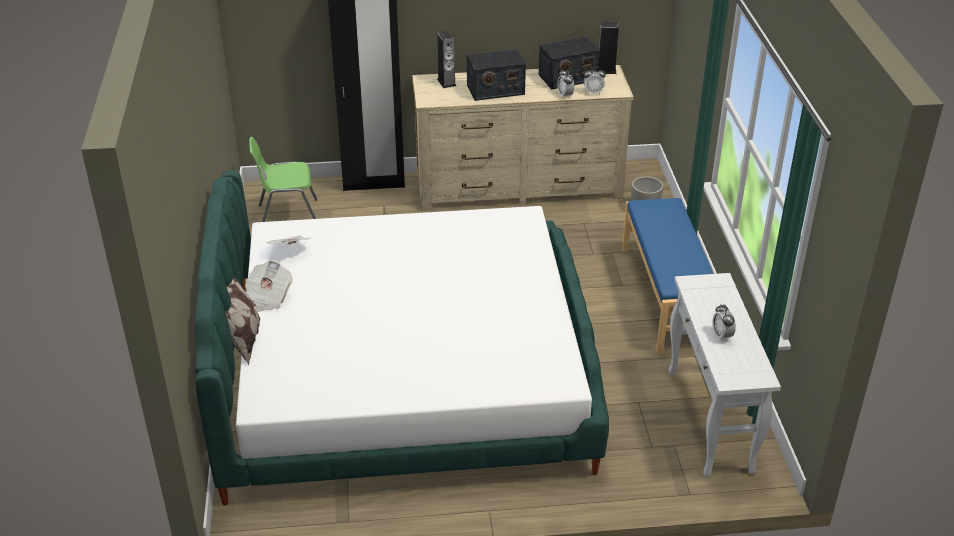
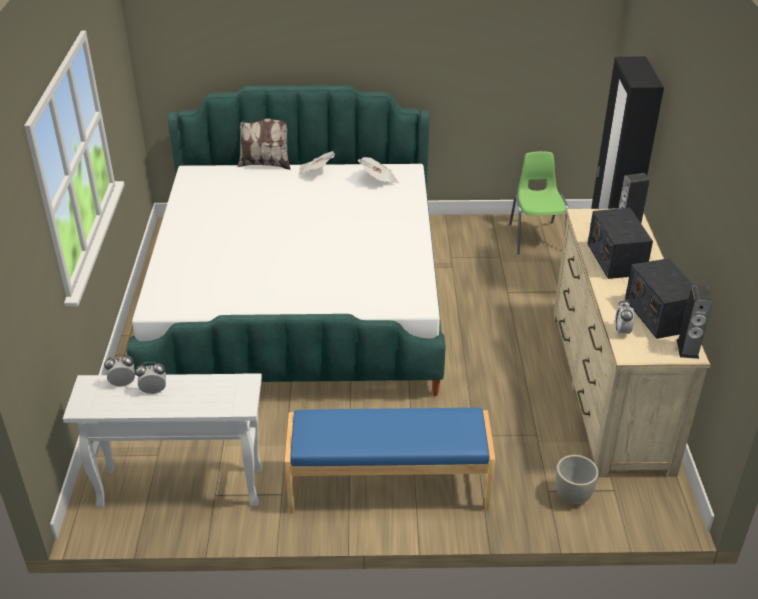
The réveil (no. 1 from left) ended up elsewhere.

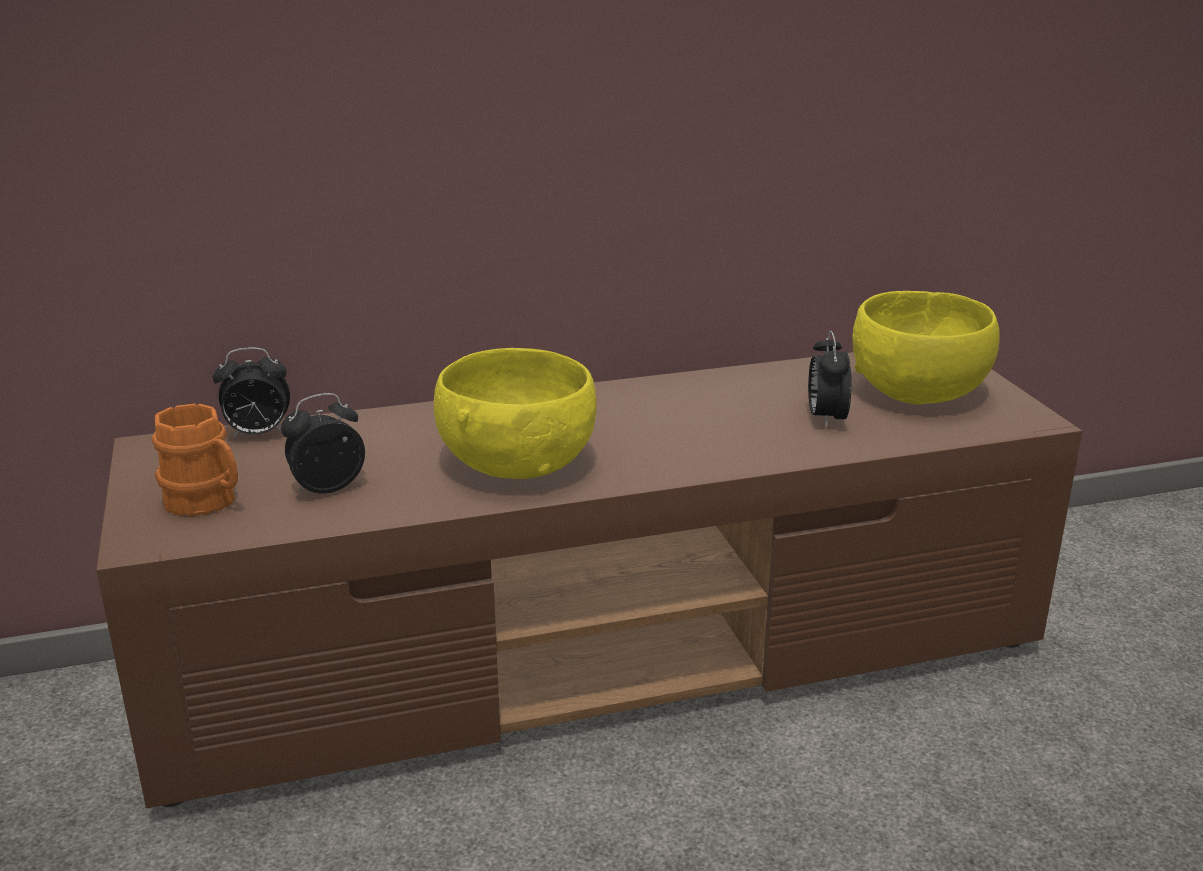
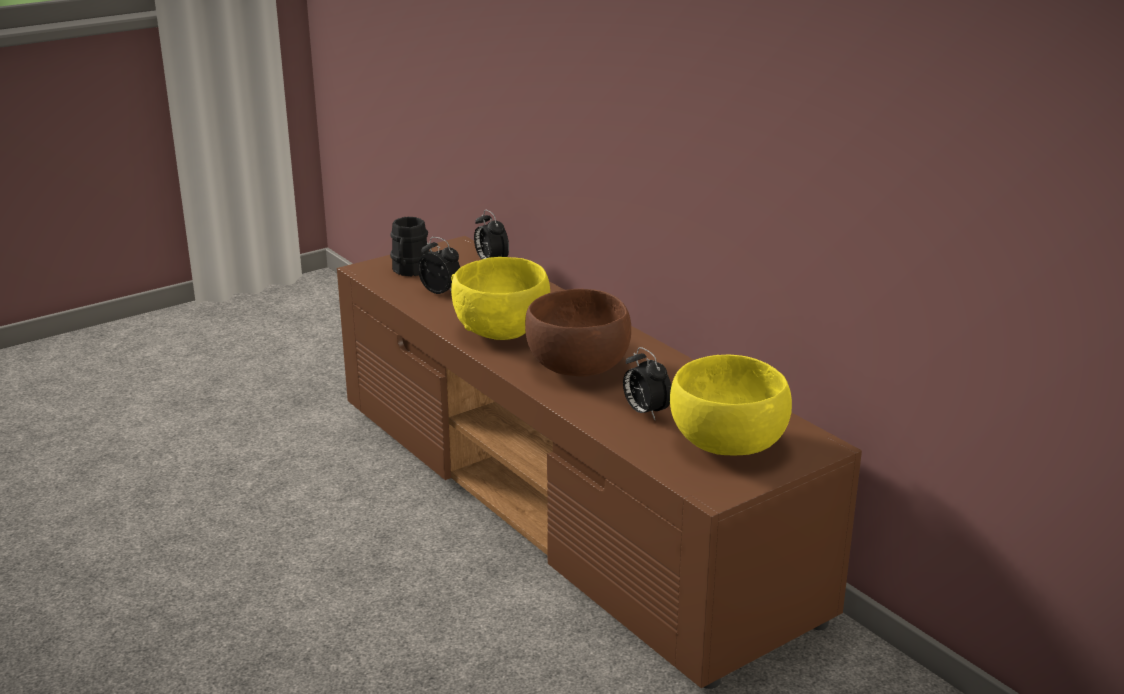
The réveil (no. 3 from left) ended up facing another way, 105 degrees counterclockwise from before.
What was the mug [orange] turned into the mug [noir].
The second view gained the bol [marron].

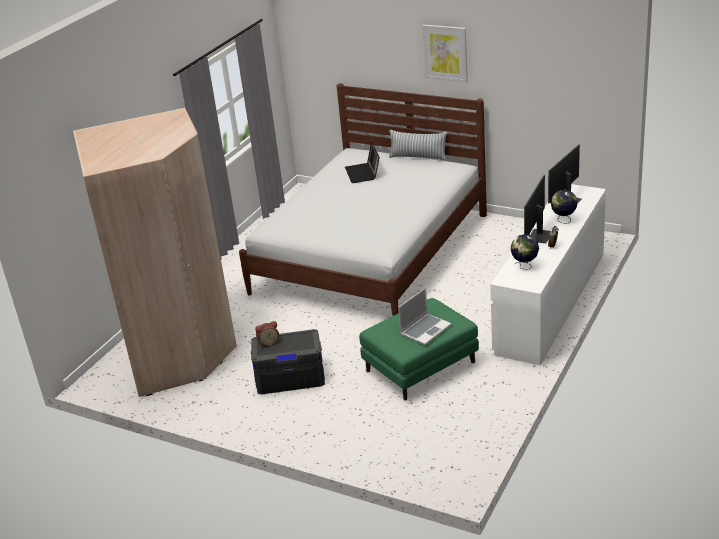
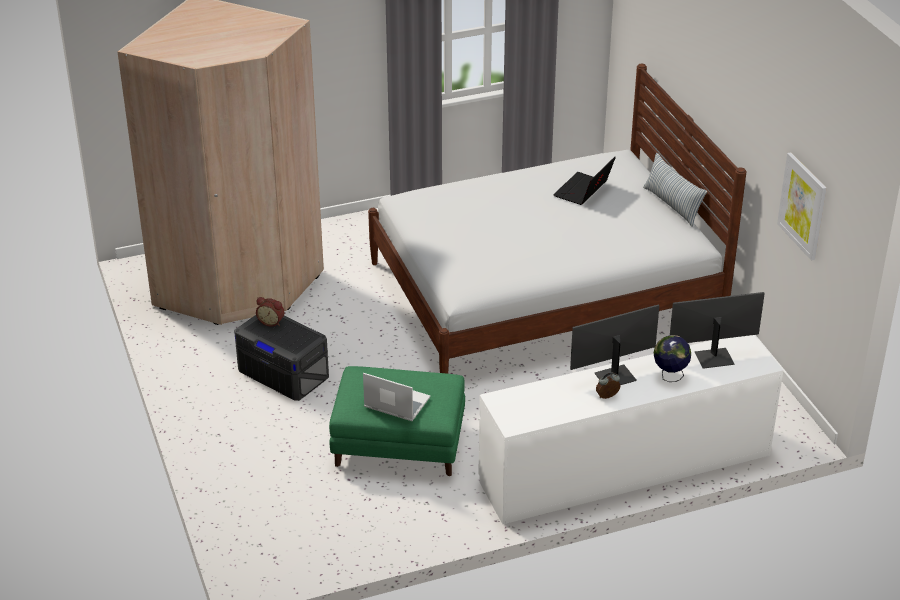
The tableau ended up elsewhere.
The second view lost the globe (no. 1 from left).
The ordinateur portable (no. 2 from left in the first image) ended up facing another way, 150 degrees counterclockwise from before.

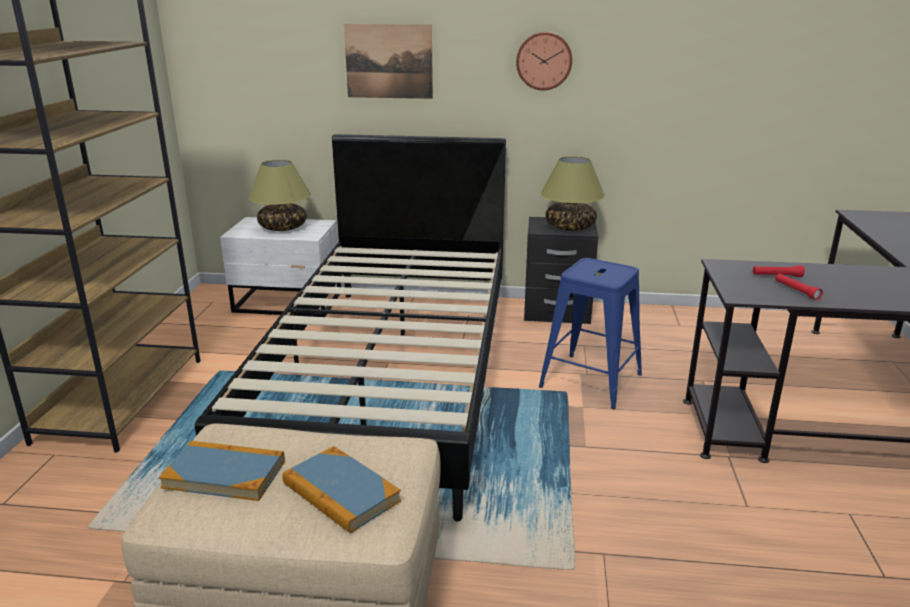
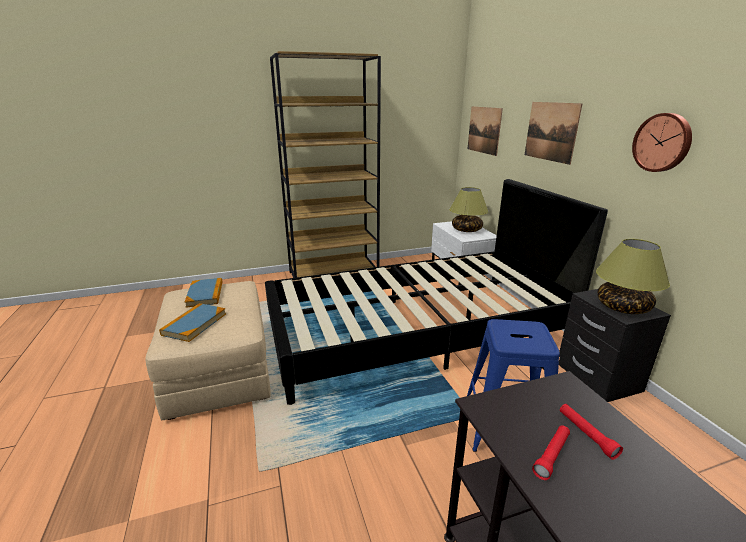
The second view gained the tableau (no. 1 from left).

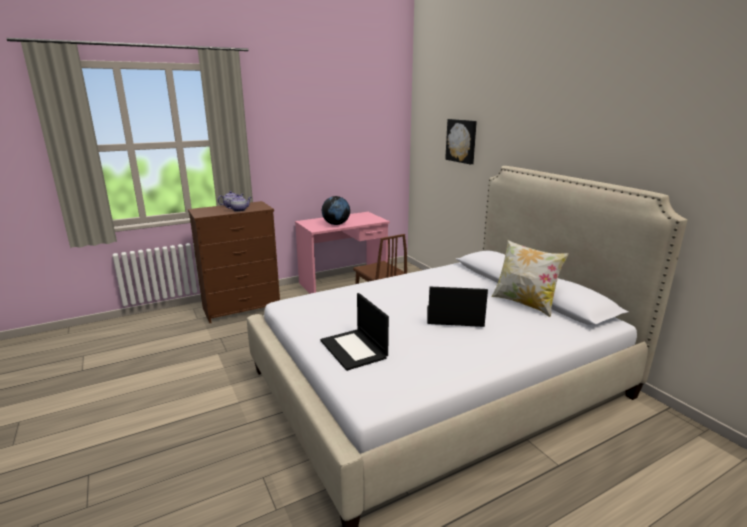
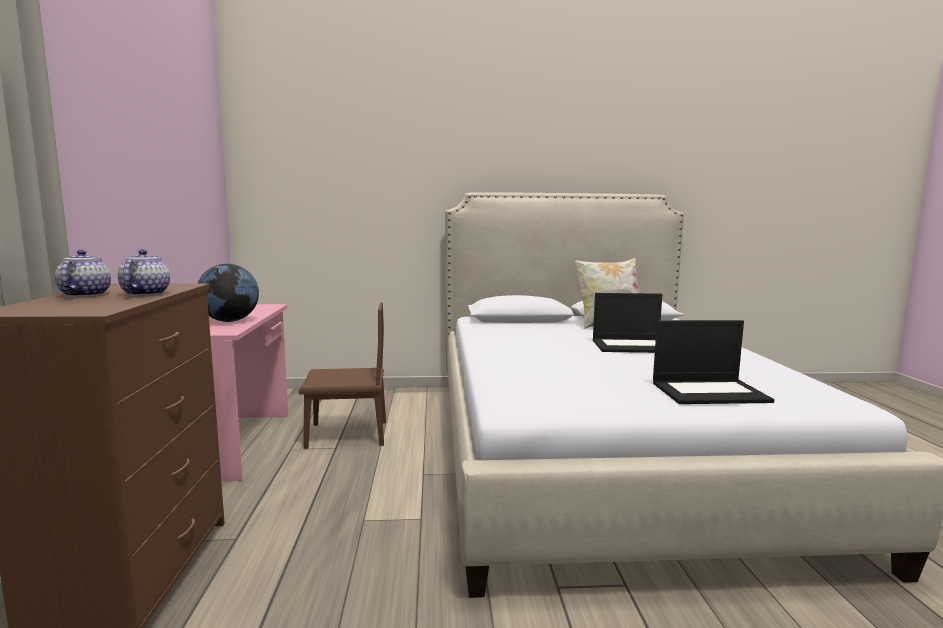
The second view lost the tableau.
The ordinateur portable (no. 2 from left in the first image) ended up facing another way, 120 degrees counterclockwise from before.

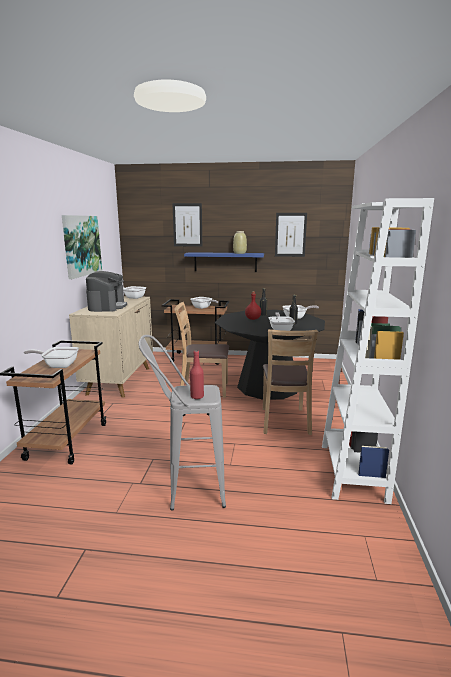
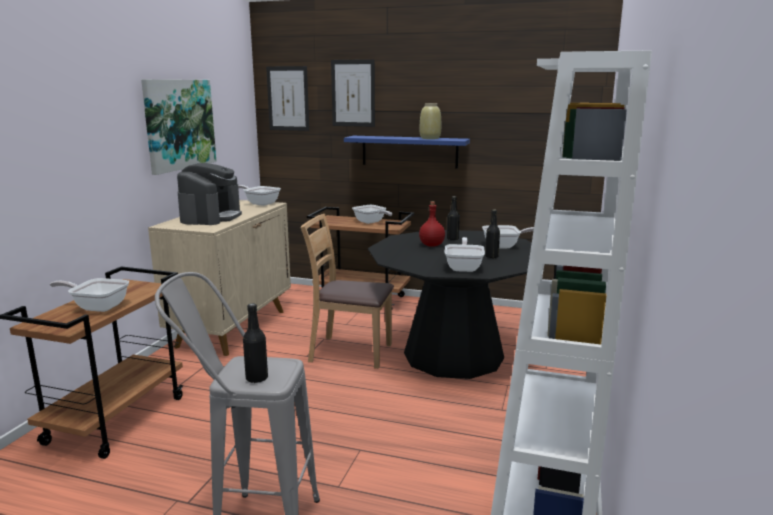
The tableau (no. 3 from left in the first image) ended up elsewhere.
The second view lost the chaise [marron] (no. 2 from left).
What was the bouteille [rouge] (no. 1 from left) turned into the bouteille [noir] (no. 1 from left).

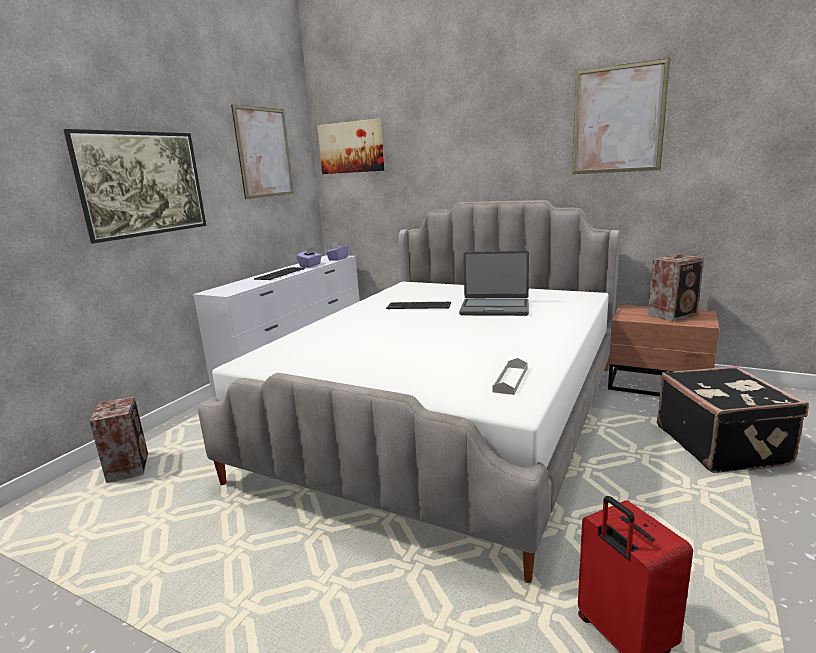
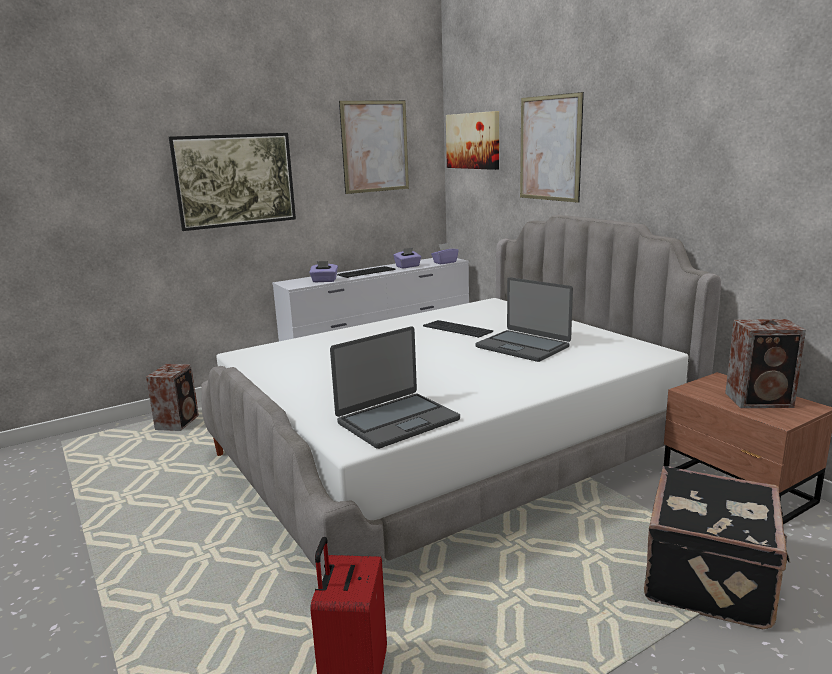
The tableau (no. 4 from left) ended up elsewhere.
Where the plateau [gris] stood, the ordinateur portable (no. 1 from left) came to stand.
The second view gained the boîte à mouchoirs [violet] (no. 1 from left).

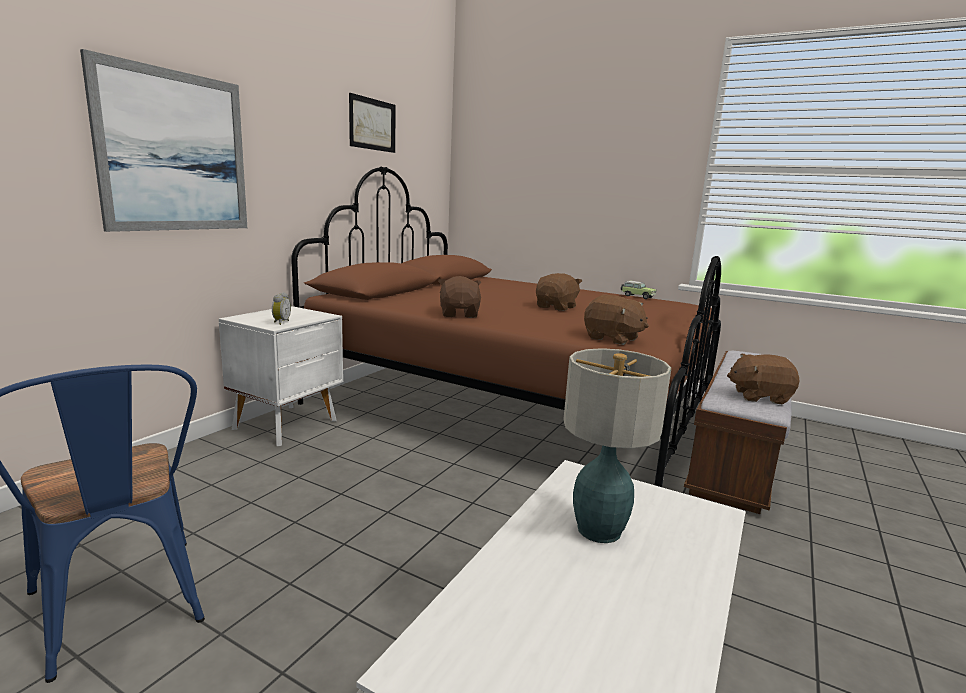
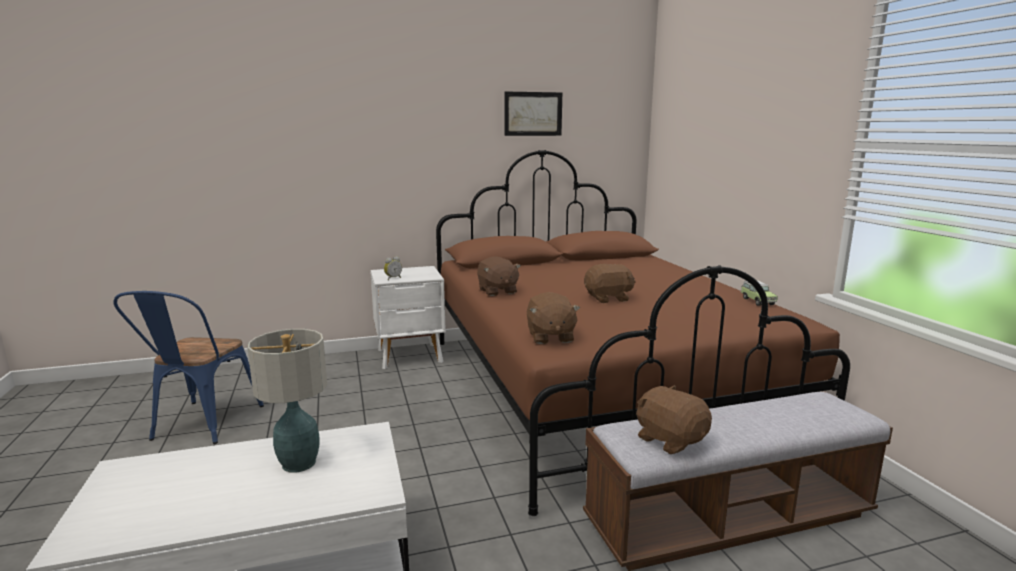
The second view lost the tableau (no. 1 from left).
The peluche [marron] (no. 1 from left) ended up facing another way, 120 degrees clockwise from before.

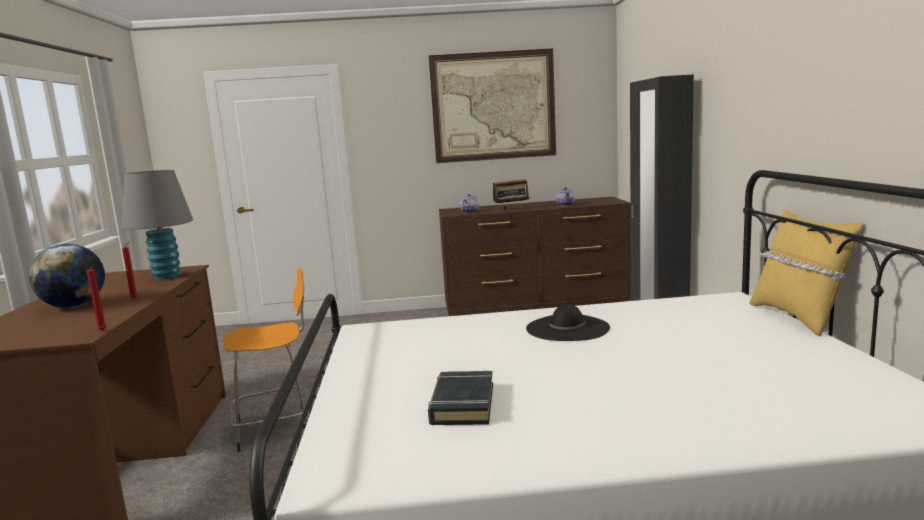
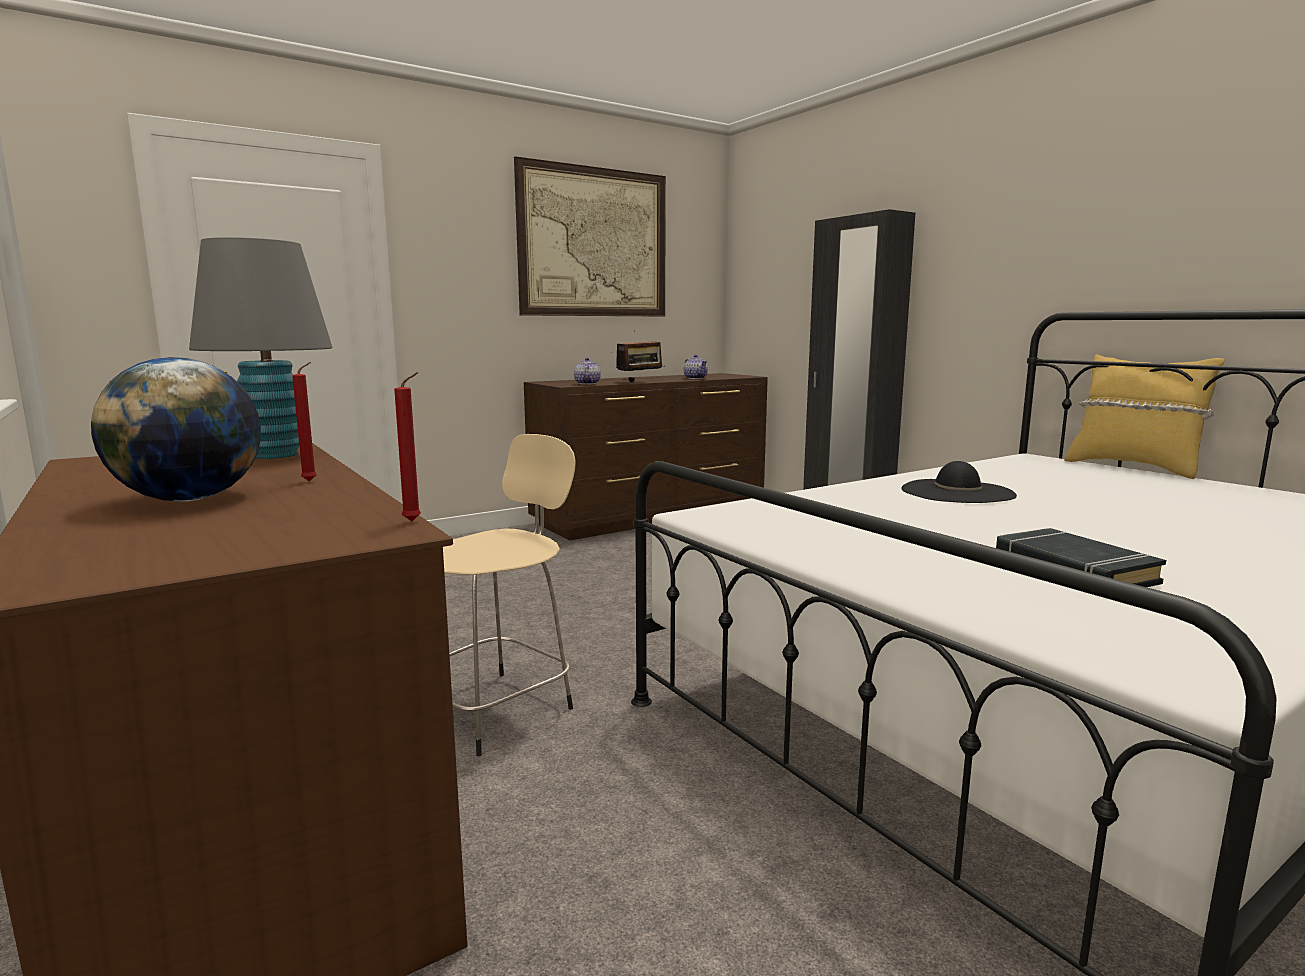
What was the tabouret [orange] turned into the tabouret [beige].

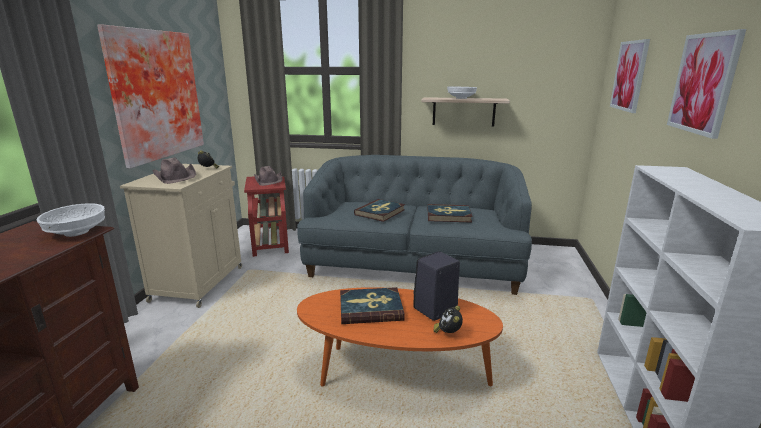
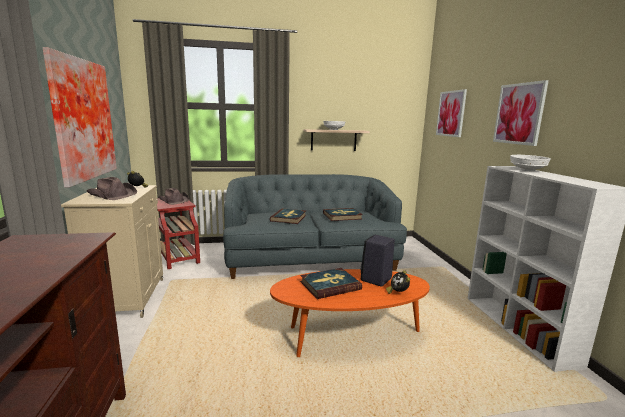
The bol [blanc] (no. 1 from left in the first image) ended up elsewhere.

